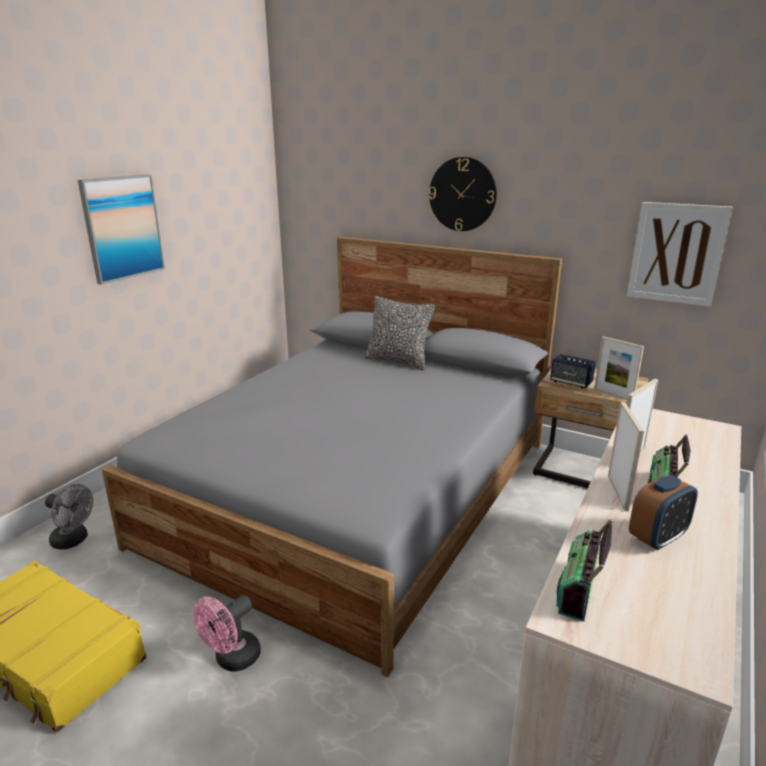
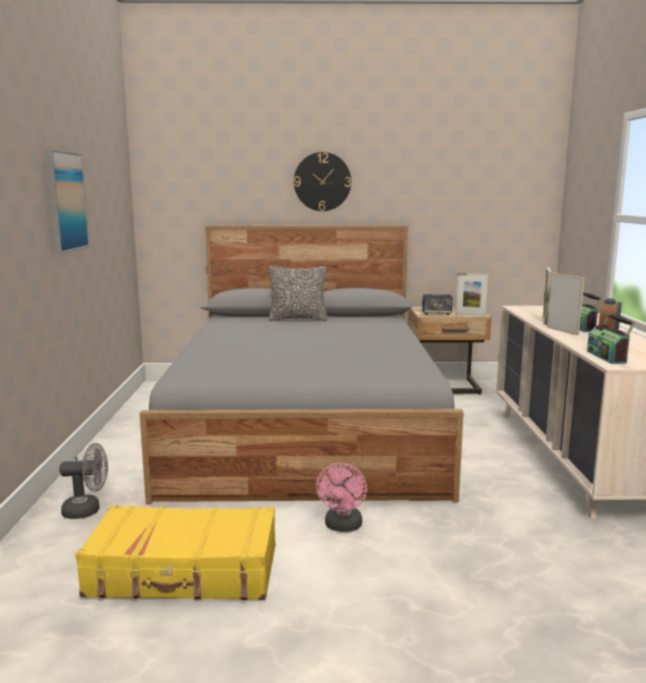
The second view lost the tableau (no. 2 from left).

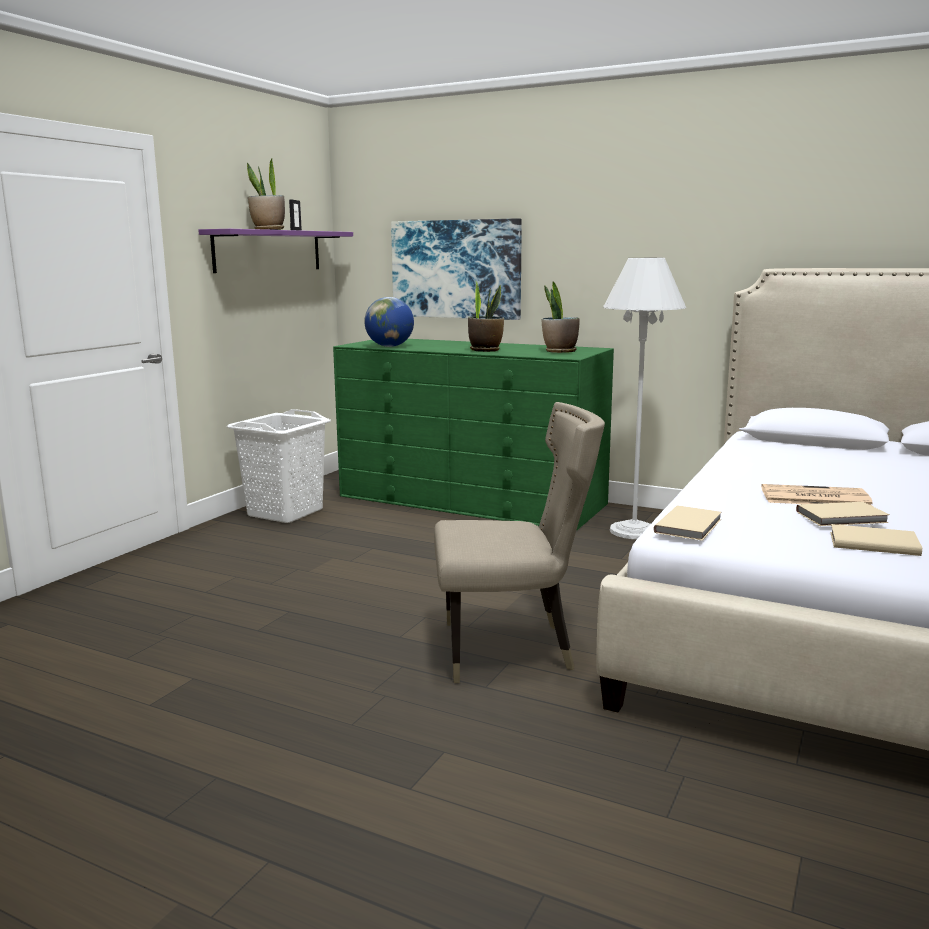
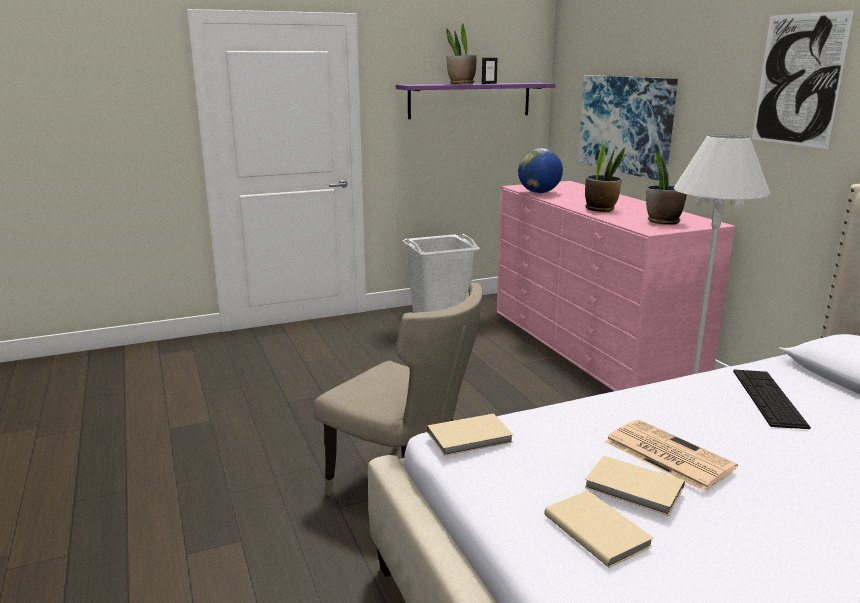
What was the commode [vert] turned into the commode [rose].
The second view gained the tableau (no. 2 from left).
The second view gained the clavier.

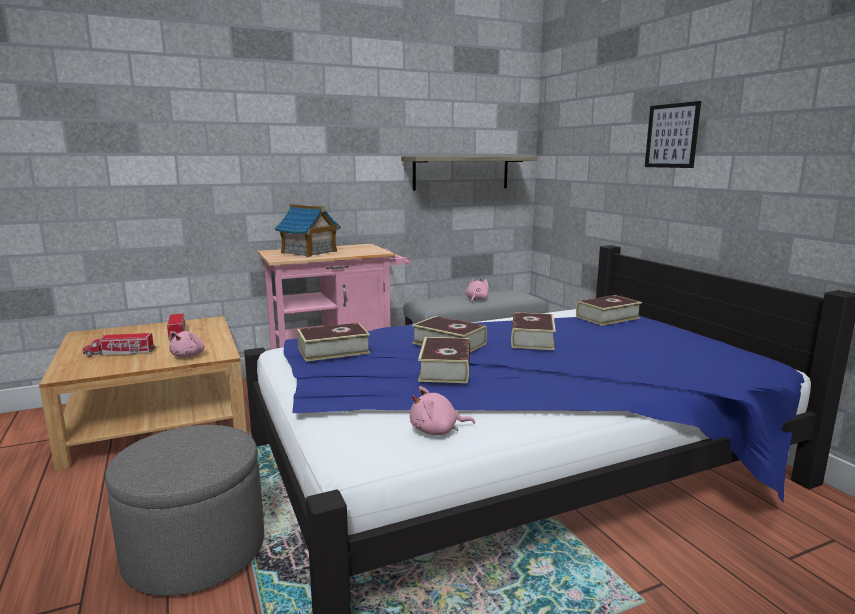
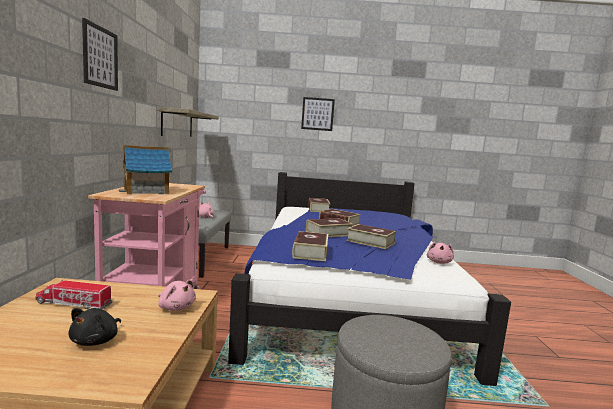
Where the camion jouet (no. 1 from left) stood, the peluche [noir] came to stand.
The second view gained the tableau (no. 1 from left).

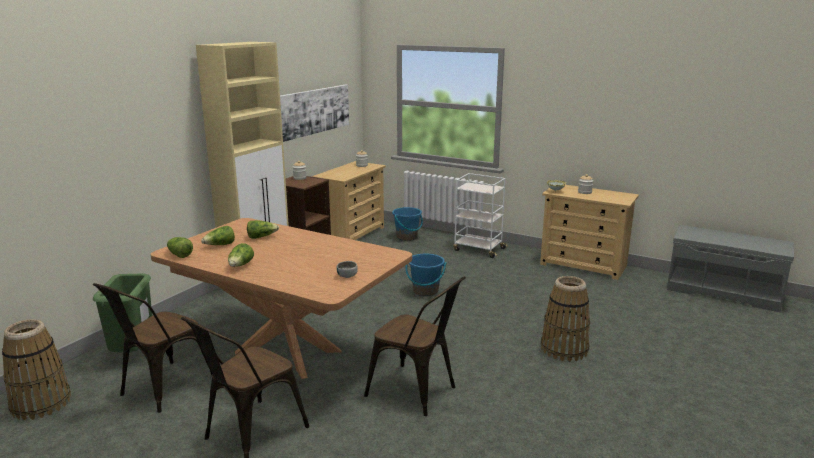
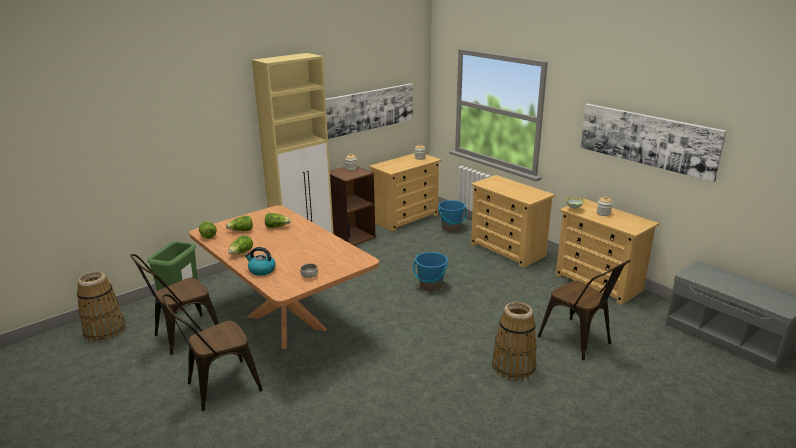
Where the chariot [blanc] stood, the commode [beige] (no. 2 from left) came to stand.
The chaise [marron] (no. 3 from left) ended up elsewhere.
The second view gained the tableau (no. 2 from left).
The second view gained the bouilloire.

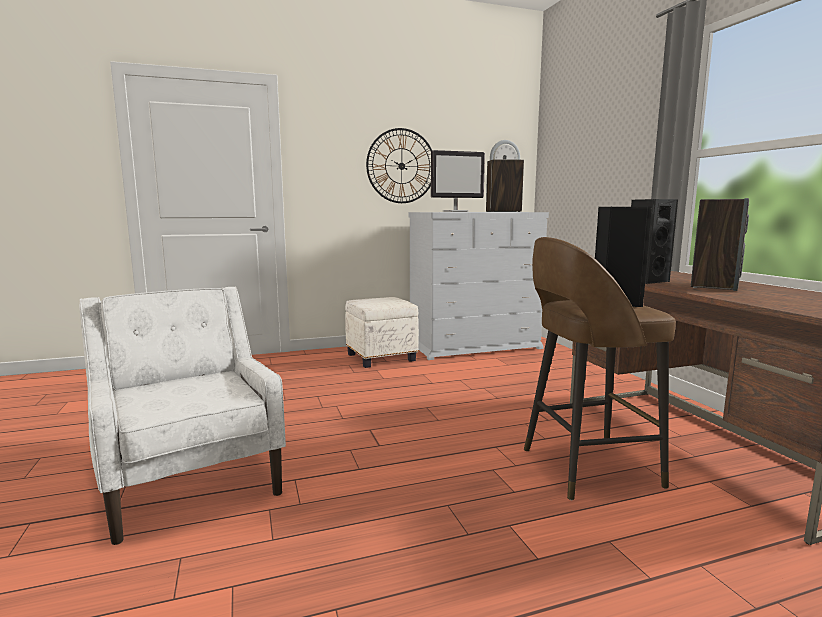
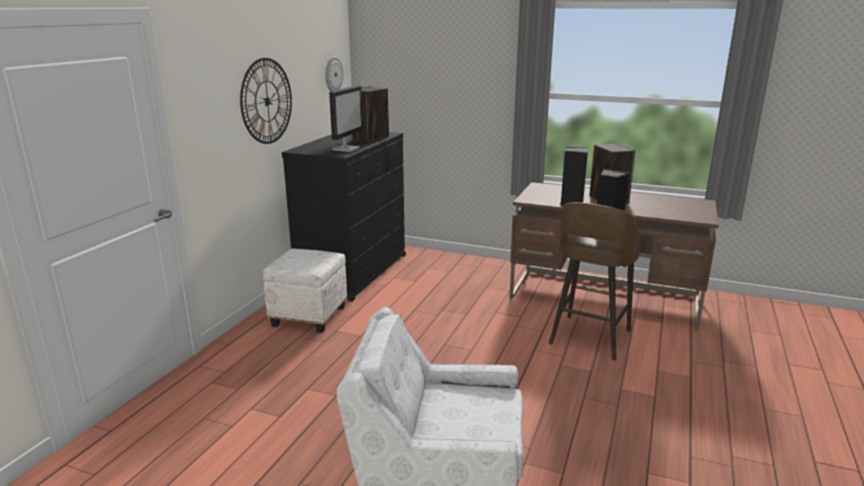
What was the commode [blanc] turned into the commode [noir].

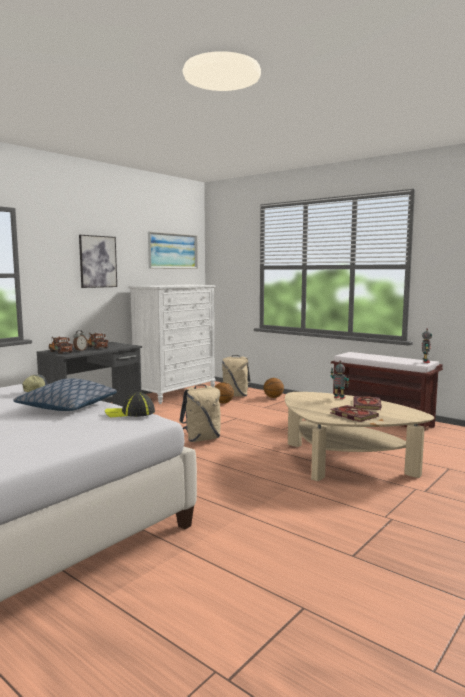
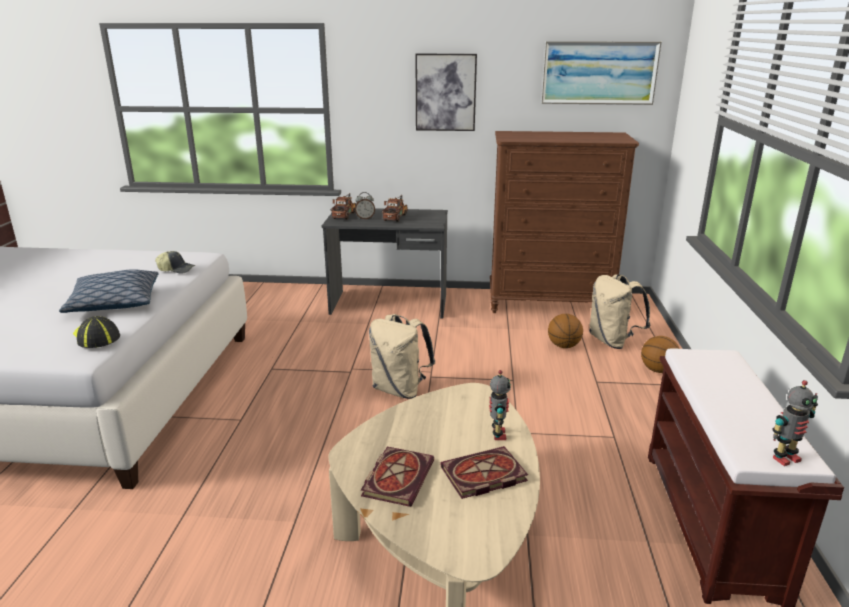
What was the commode [blanc] turned into the commode [marron].

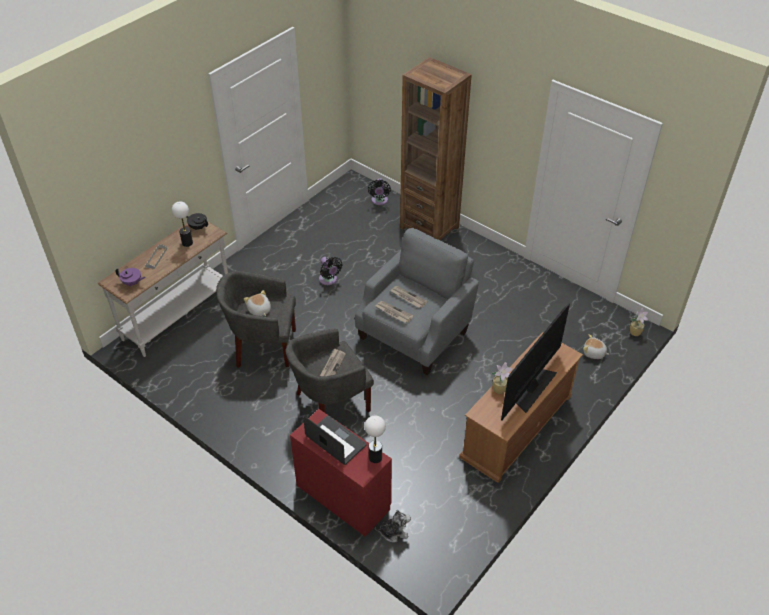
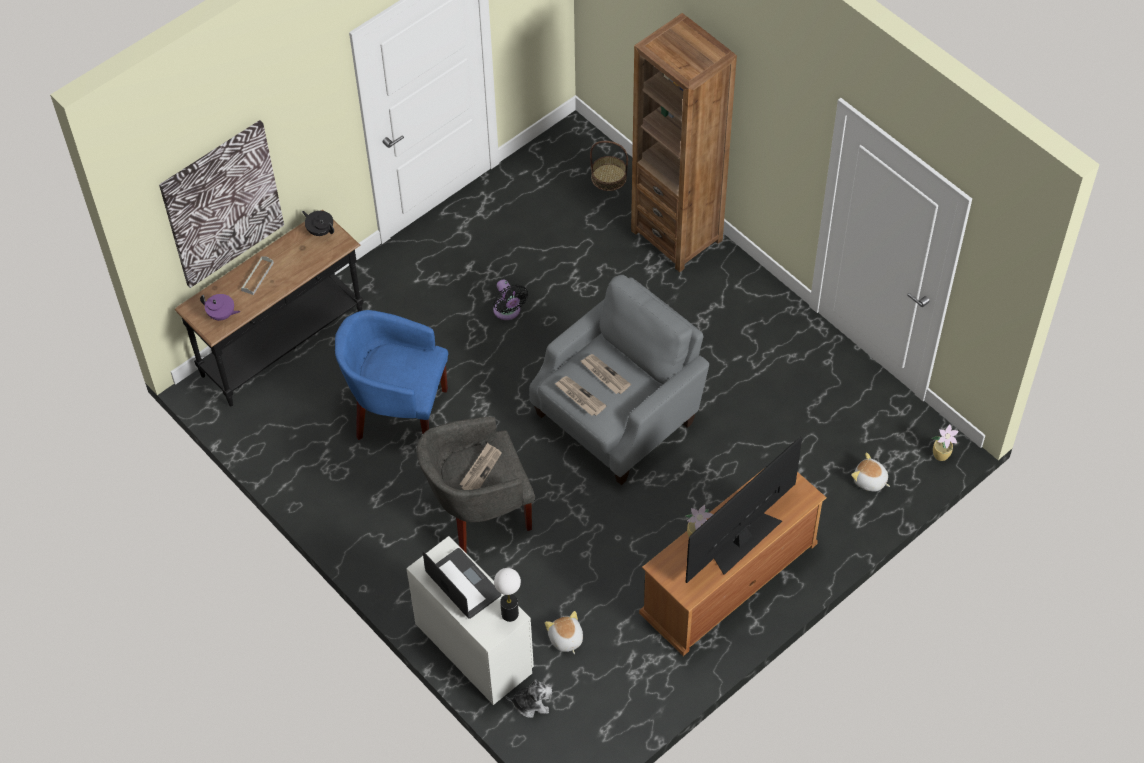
Where the ventilateur [noir] (no. 2 from left) stood, the panier came to stand.
The second view lost the lampe de table (no. 1 from left).
What was the table console [blanc] turned into the table console [noir].
What was the fauteuil [gris] (no. 1 from left) turned into the fauteuil [bleu].
The peluche (no. 1 from left in the first image) ended up elsewhere.
What was the commode [rouge] turned into the commode [blanc].
The second view gained the tableau.

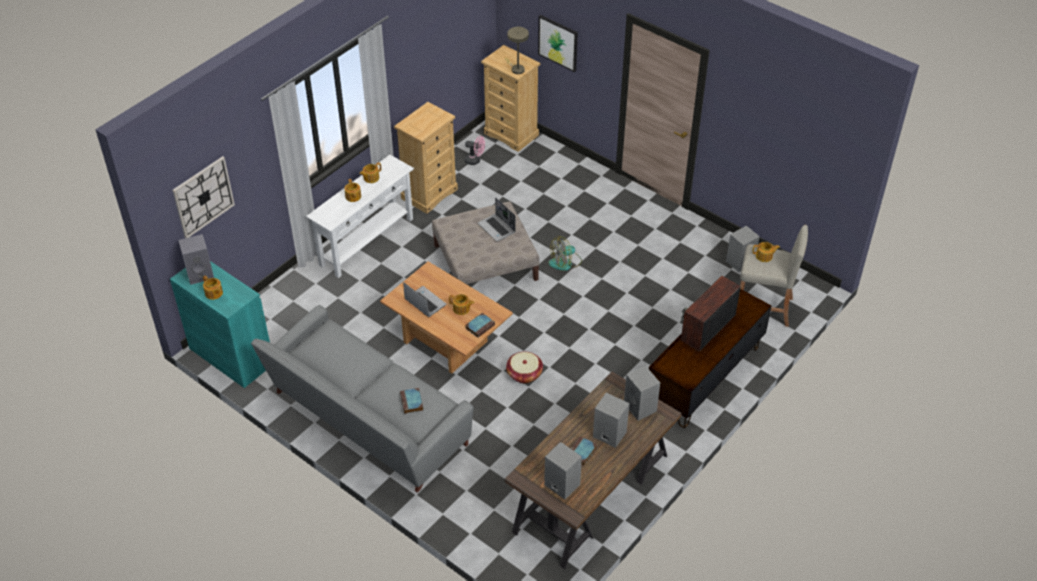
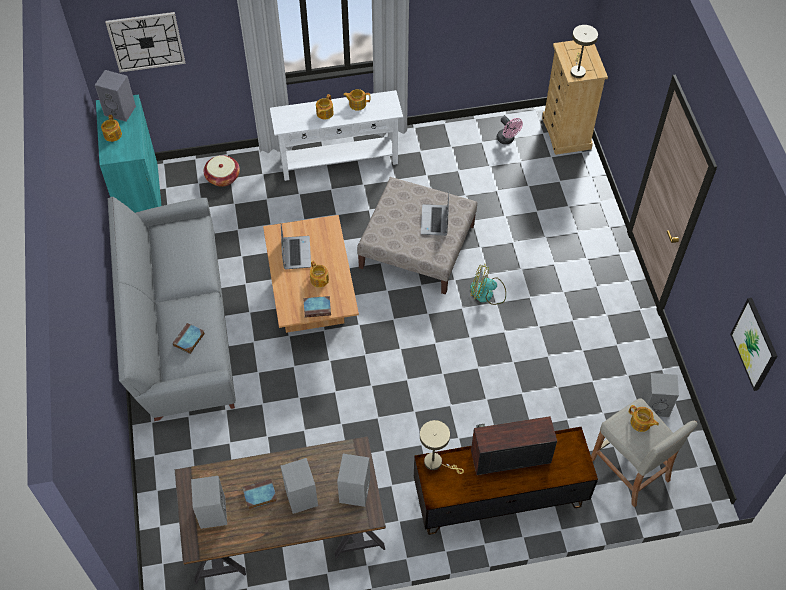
The tableau ended up elsewhere.
The second view lost the commode [beige] (no. 1 from left).
The panier ended up elsewhere.
The second view gained the lampe de table [beige] (no. 1 from left).

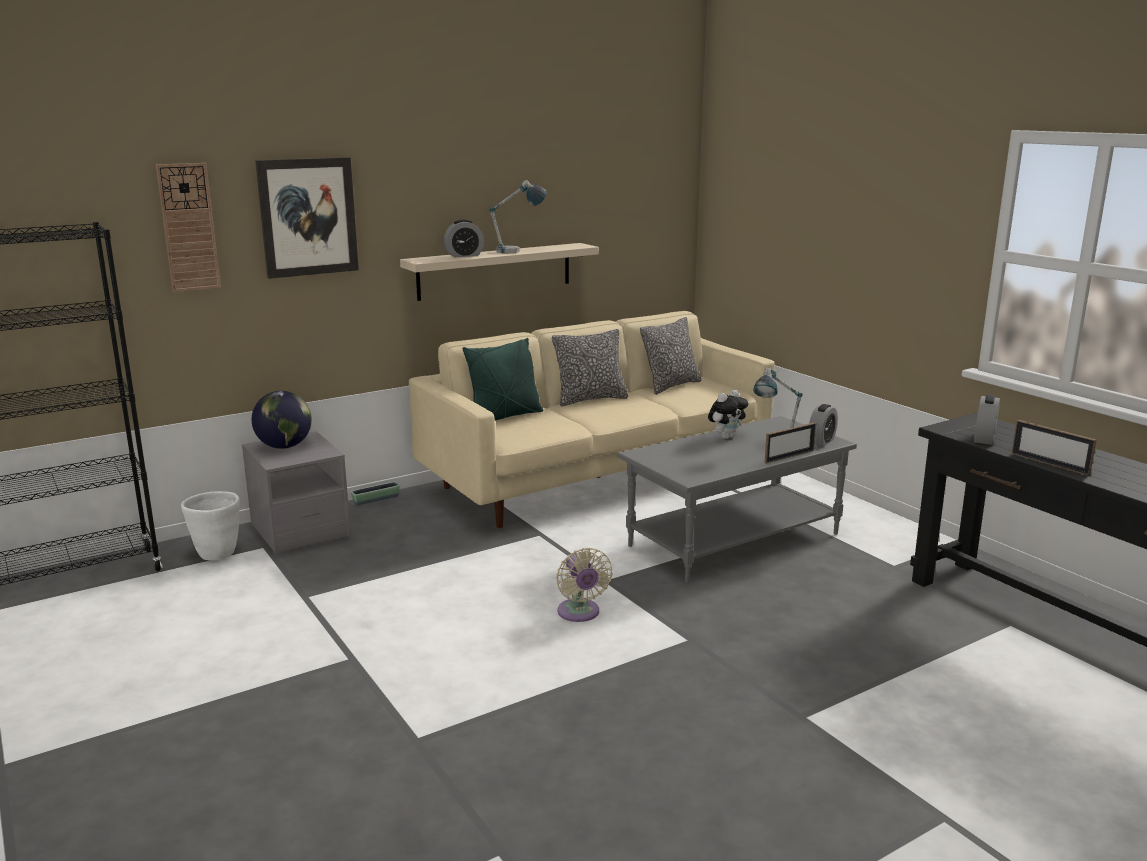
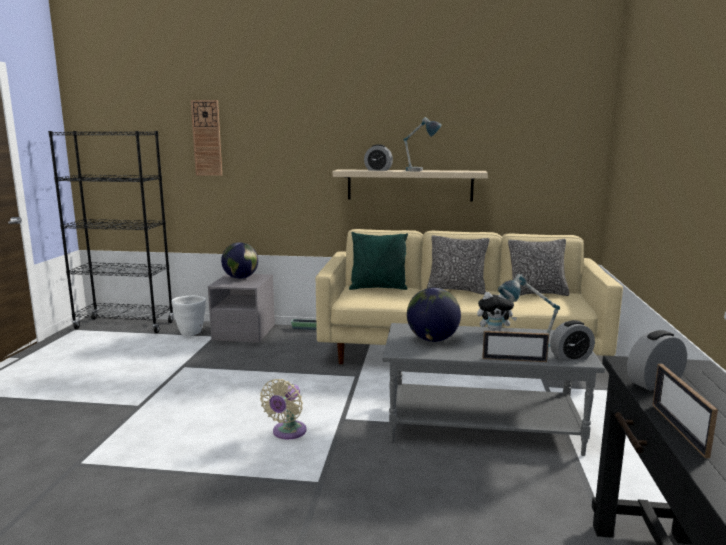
The second view lost the tableau.
The second view gained the globe (no. 2 from left).

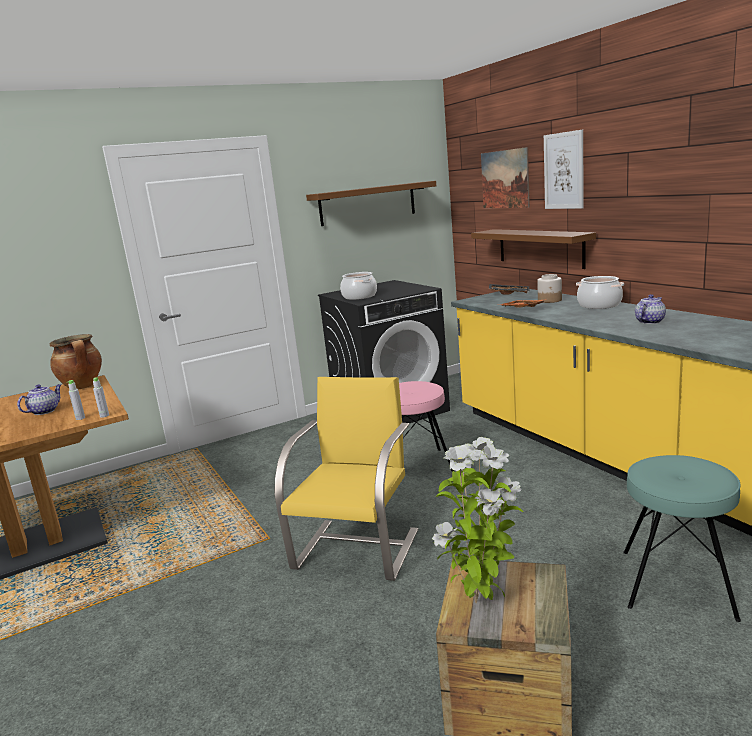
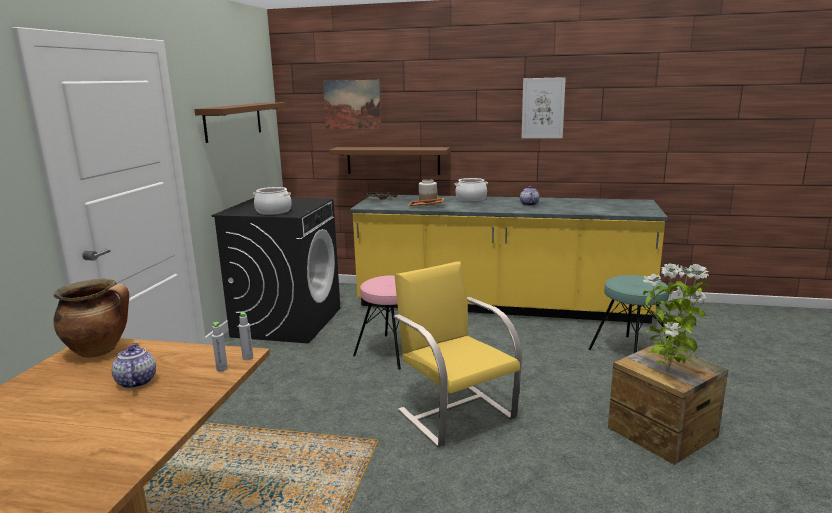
The tableau (no. 2 from left) ended up elsewhere.

